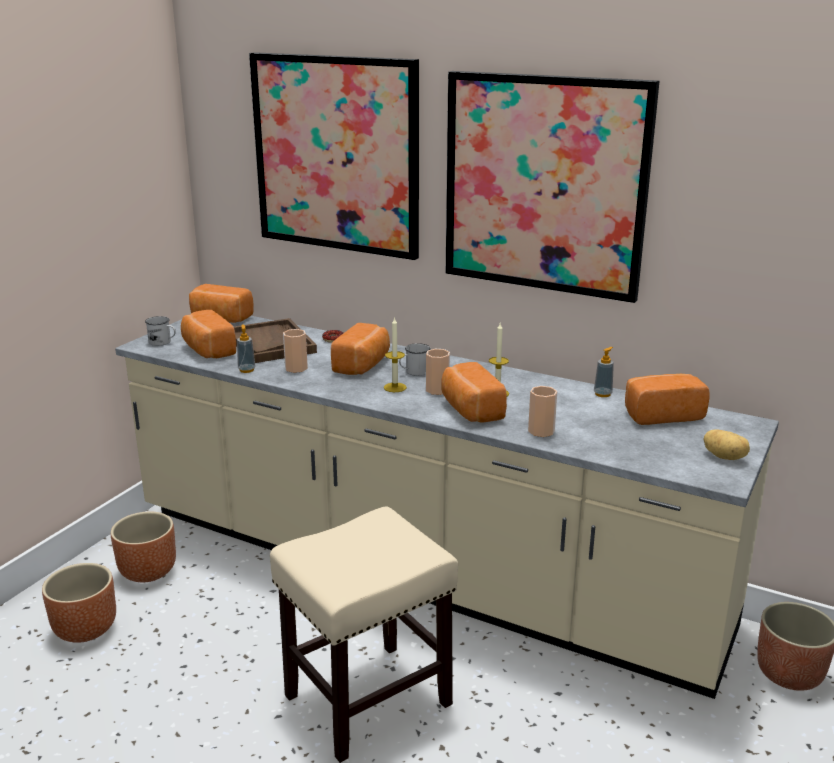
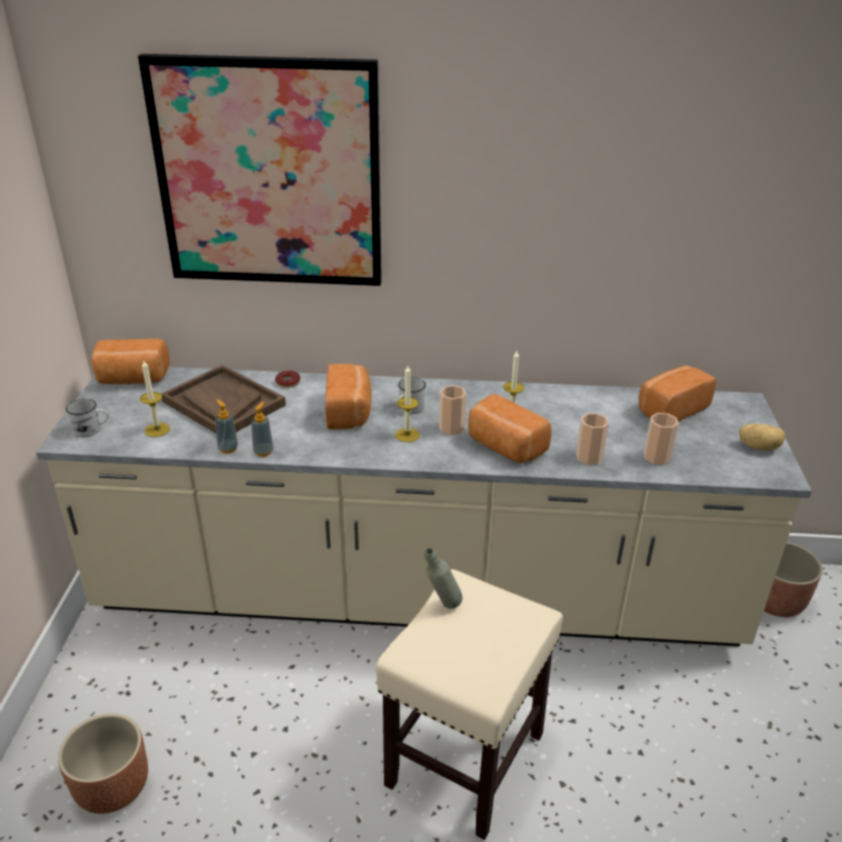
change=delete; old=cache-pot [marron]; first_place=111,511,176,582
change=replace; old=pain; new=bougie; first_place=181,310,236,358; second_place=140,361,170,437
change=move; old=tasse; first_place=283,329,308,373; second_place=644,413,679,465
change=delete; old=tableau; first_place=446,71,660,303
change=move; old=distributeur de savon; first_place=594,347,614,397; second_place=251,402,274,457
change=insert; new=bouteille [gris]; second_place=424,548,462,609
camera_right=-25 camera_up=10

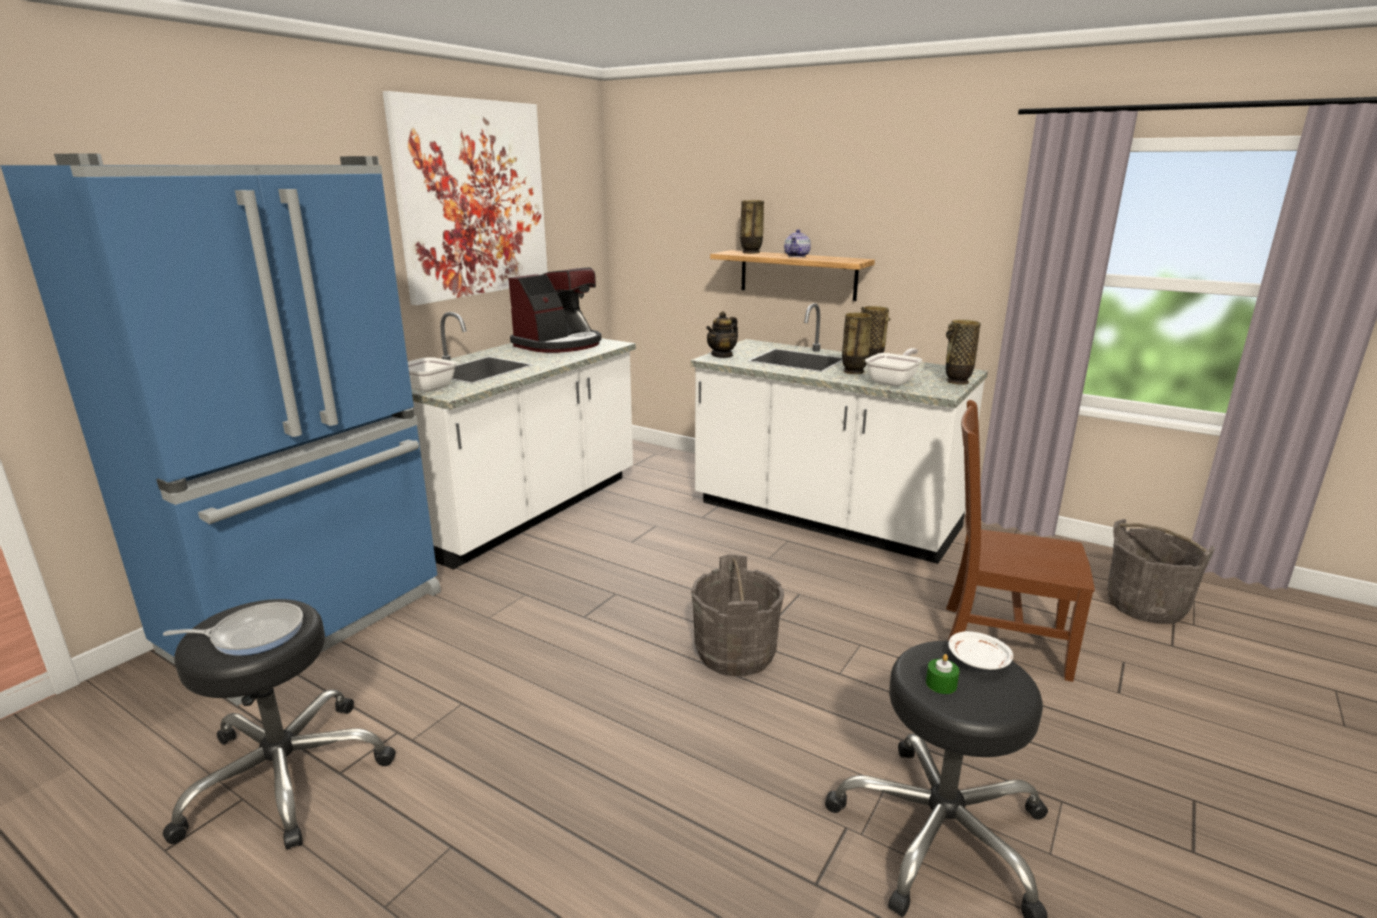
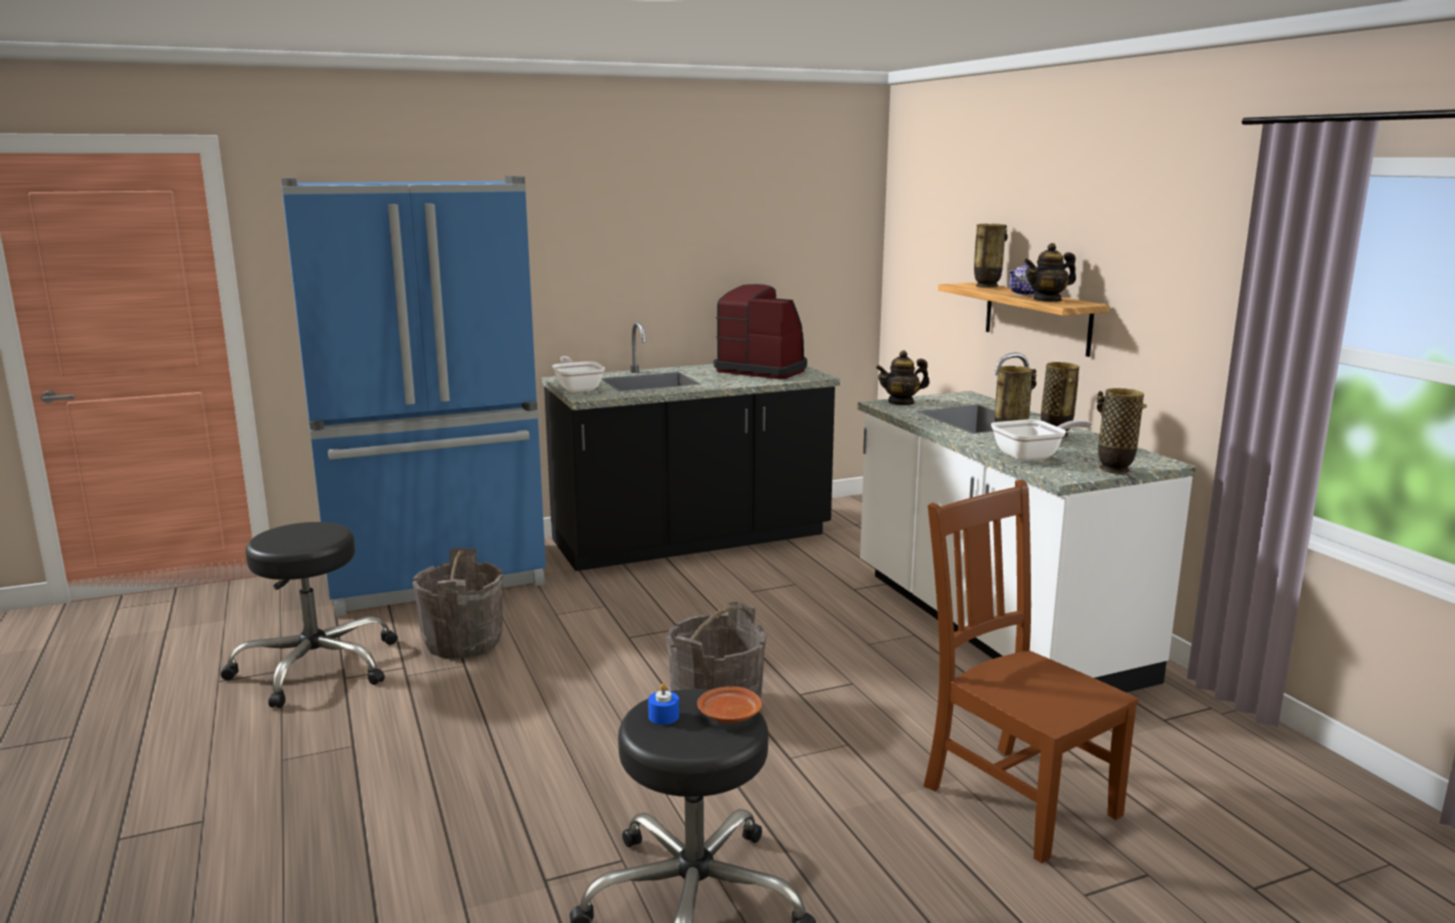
change=delete; old=poêle; first_place=163,602,303,656
change=delete; old=tableau; first_place=383,91,548,305
change=recolor; old=comptoir de cuisine [blanc]; new=comptoir de cuisine [noir]; first_place=411,312,636,570; second_place=542,322,840,571
change=rotate; old=machine à café; first_place=508,268,602,353; second_place=714,284,807,379; degrees=-135
change=recolor; old=bougie [vert]; new=bougie [bleu]; first_place=926,654,960,694; second_place=648,683,679,725
change=recolor; old=assiette [blanc]; new=assiette [marron]; first_place=948,631,1013,670; second_place=697,686,762,723
change=move; old=seau [gris]; first_place=1107,519,1215,624; second_place=412,548,503,658
change=insert; new=théière; second_place=1024,243,1076,302
camera_right=35 camera_up=-5

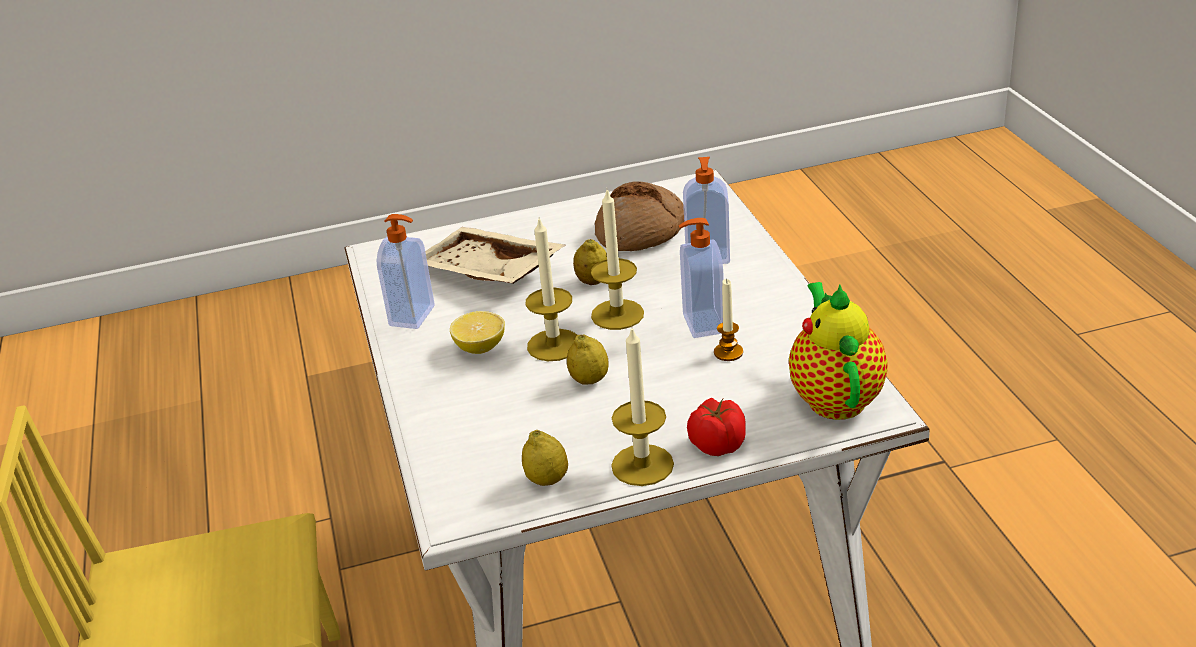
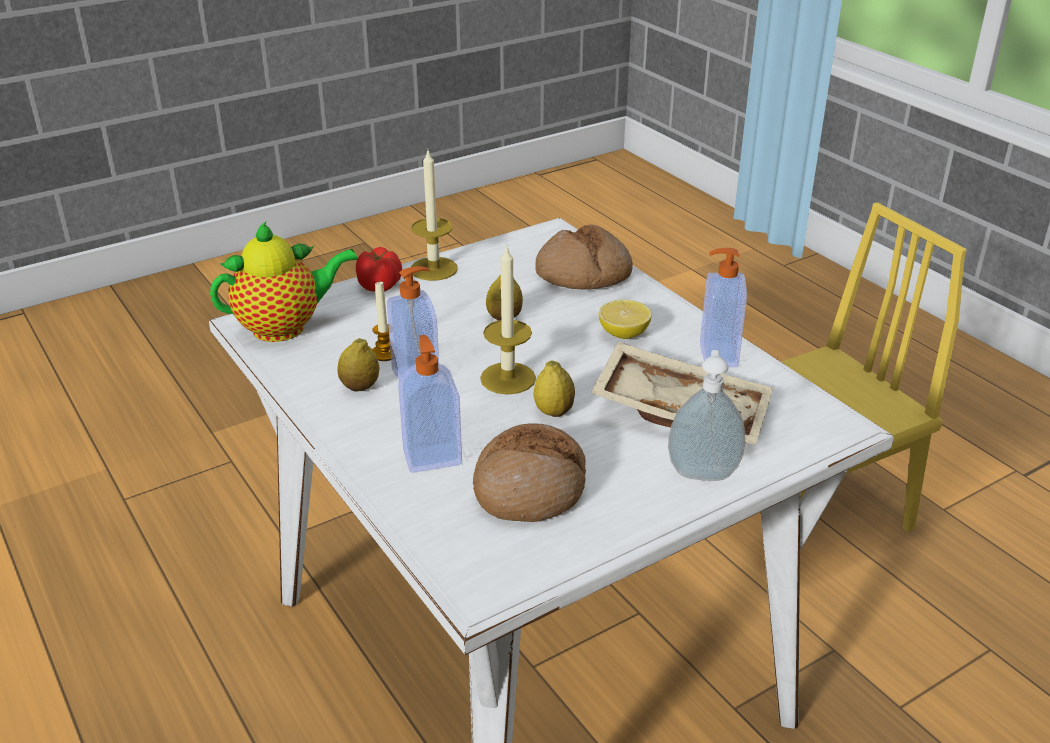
change=move; old=citron; first_place=522,430,568,486; second_place=337,338,379,391
change=delete; old=bougie; first_place=525,219,577,361
change=rotate; old=théière; first_place=789,282,888,420; second_place=210,221,358,342; degrees=-90
change=insert; new=pain; second_place=535,224,633,290
change=insert; new=distributeur de savon; second_place=668,350,745,481
camera_right=160 camera_up=0

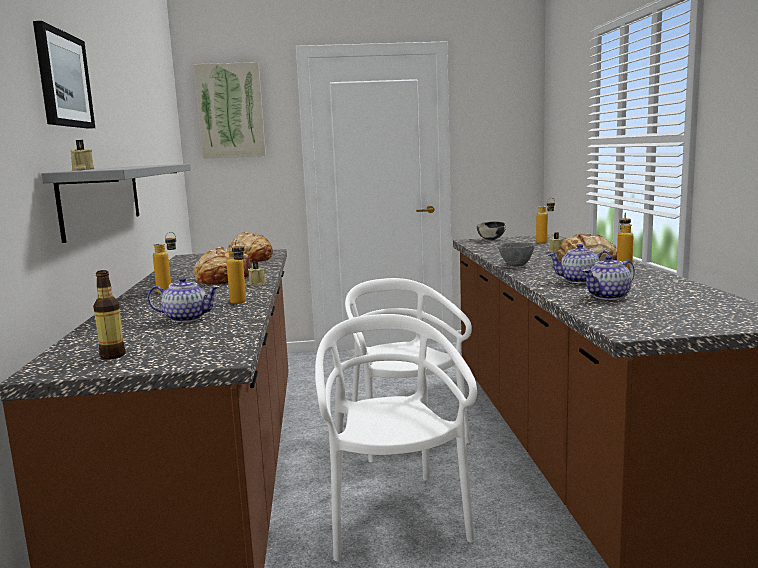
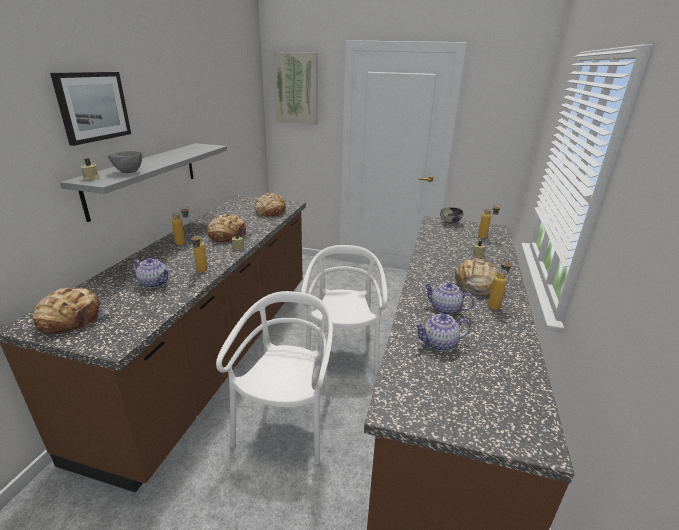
change=replace; old=bouteille; new=pain; first_place=93,270,126,359; second_place=33,287,109,335
change=move; old=bol [gris]; first_place=498,242,535,266; second_place=108,151,142,173
camera_right=20 camera_up=15

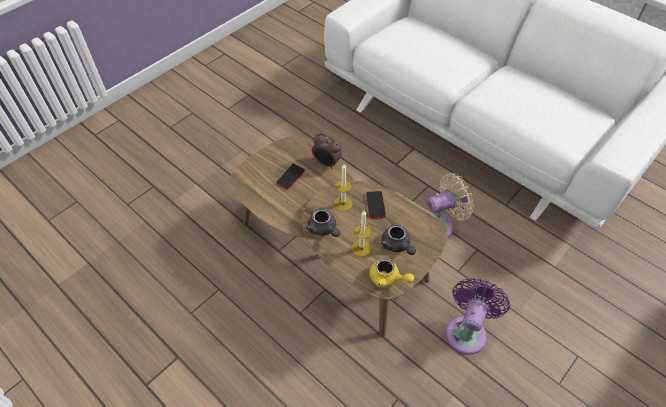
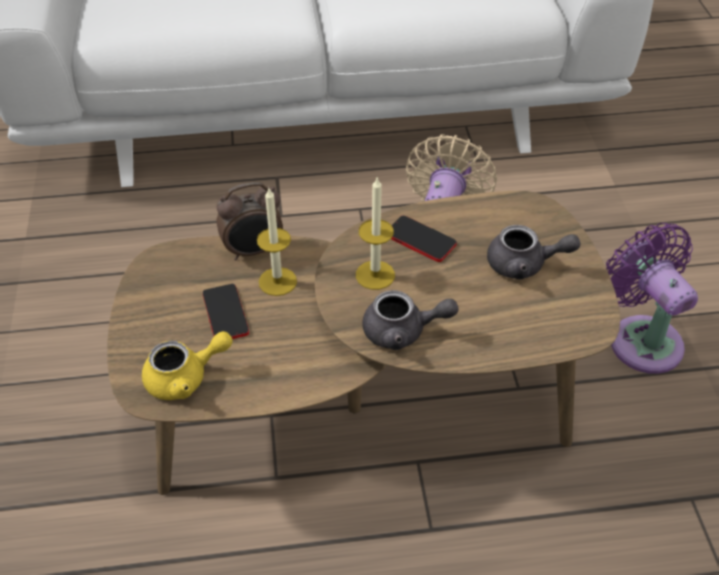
change=move; old=bougie; first_place=351,210,371,257; second_place=257,188,297,296
change=move; old=théière [jaune]; first_place=369,258,414,288; second_place=142,331,233,400
camera_right=-50 camera_up=-5

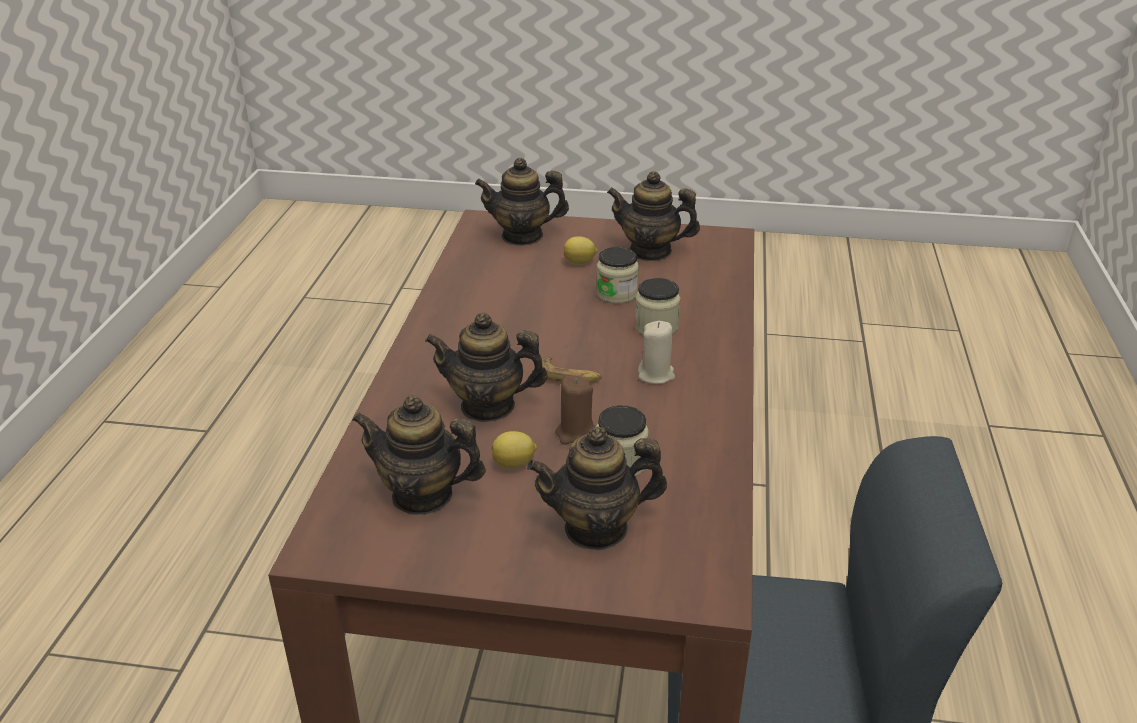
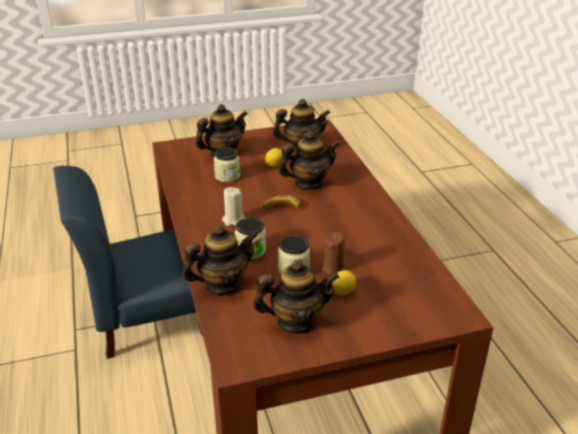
change=move; old=théière; first_place=475,158,569,246; second_place=183,225,258,295
change=move; old=bougie [marron]; first_place=555,376,595,445; second_place=320,232,345,275
camera_right=155 camera_up=0

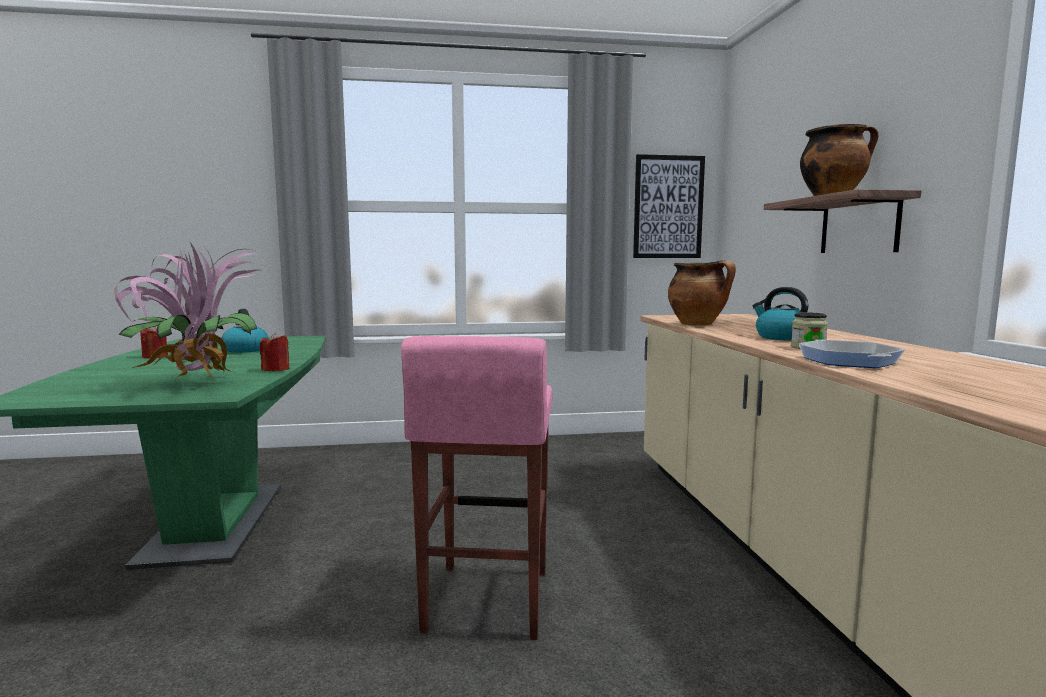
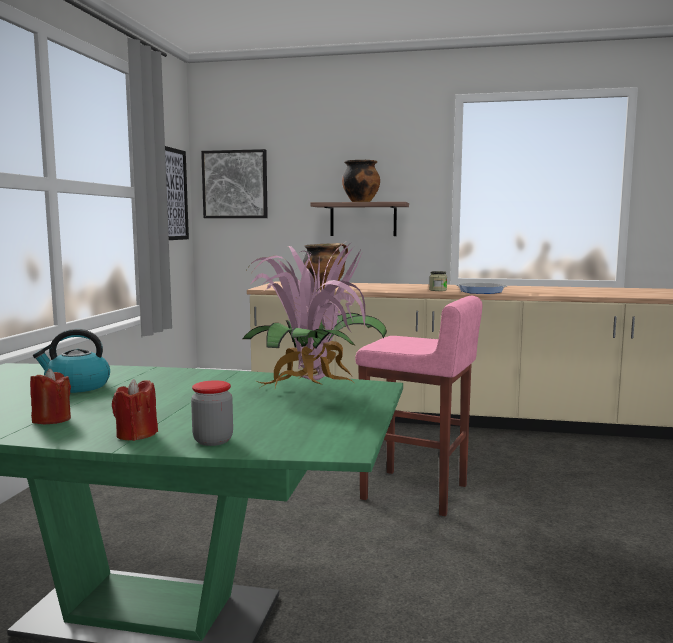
change=move; old=bougie [rouge]; first_place=260,332,289,371; second_place=112,379,158,441
change=delete; old=bouilloire; first_place=753,287,809,341
change=insert; new=bocal; second_place=191,380,233,446
change=insert; new=tableau; second_place=201,149,268,218
camera_right=-70 camera_up=0

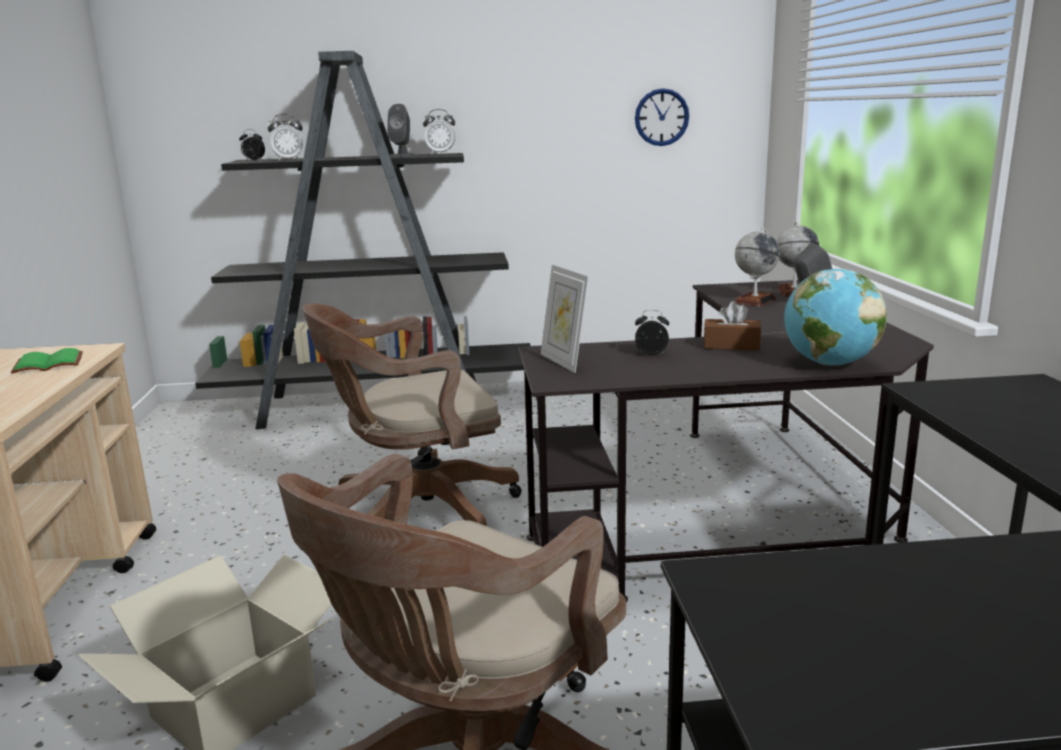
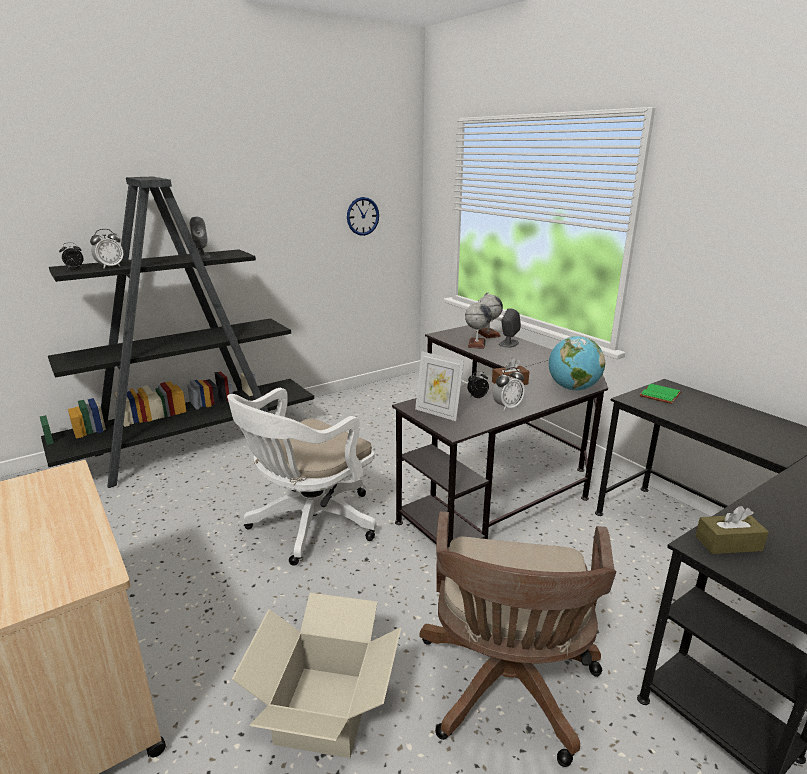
change=move; old=livre [vert]; first_place=11,348,83,373; second_place=639,384,681,404
change=recolor; old=chaise de bureau [marron]; new=chaise de bureau [blanc]; first_place=302,303,522,526; second_place=227,388,377,566
change=move; old=réveil; first_place=423,109,455,154; second_place=493,367,525,411
change=insert; new=boîte à mouchoirs [marron]; second_place=695,506,769,554
camera_right=-30 camera_up=5

